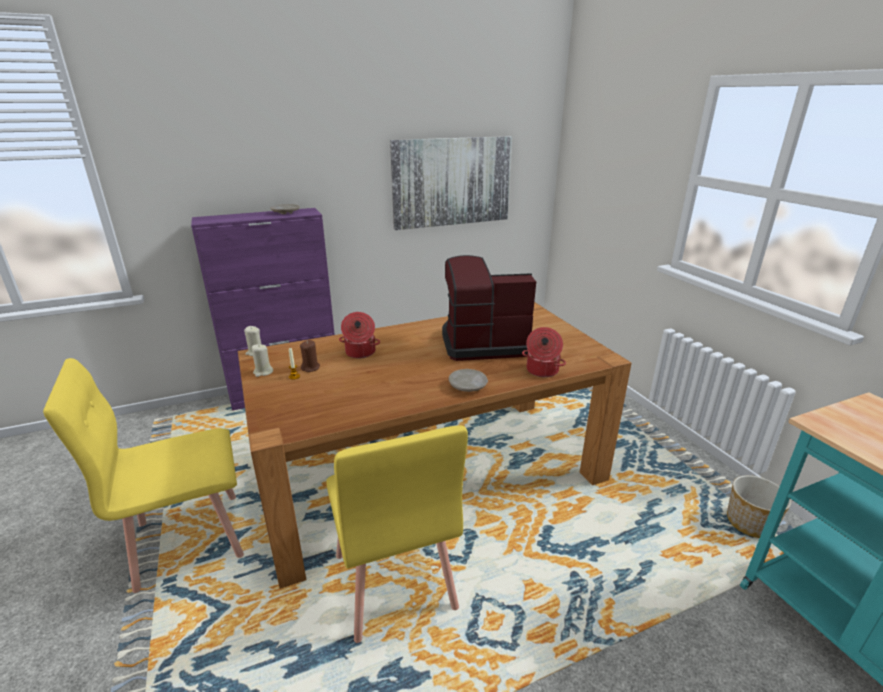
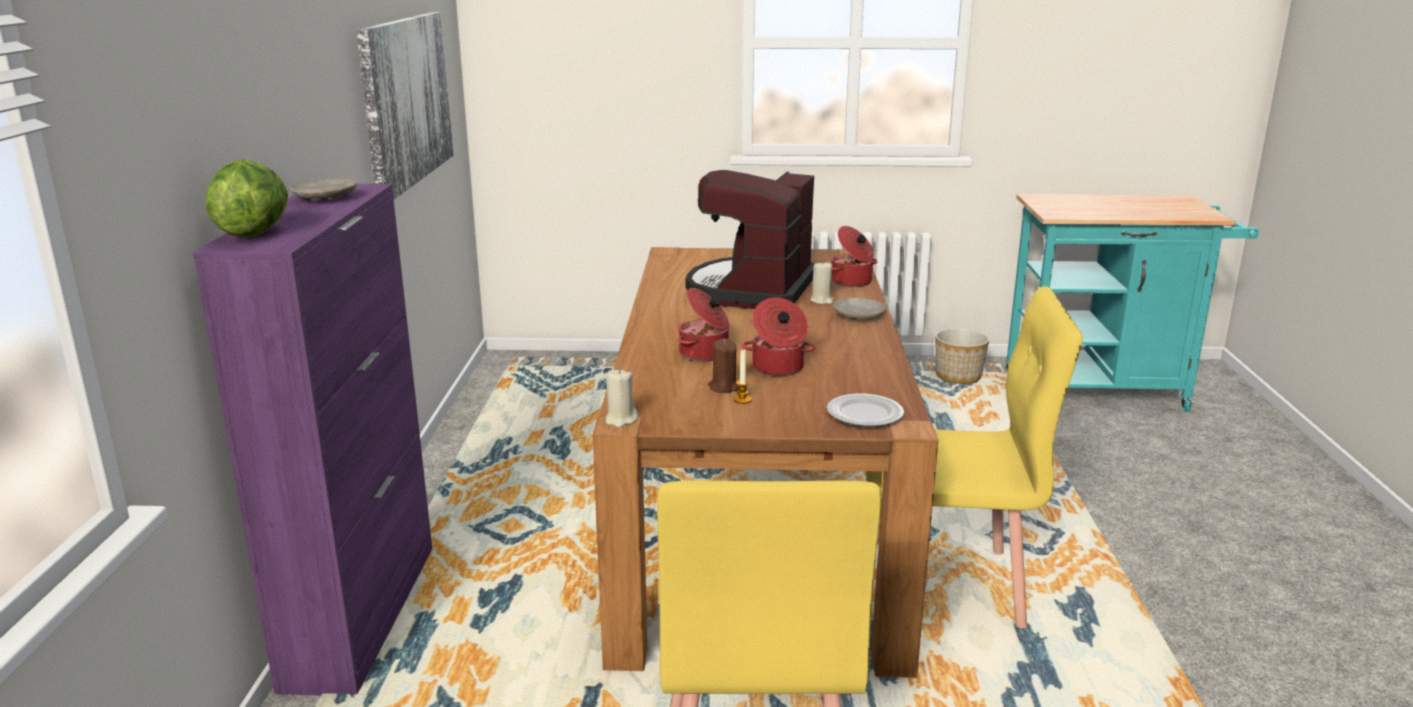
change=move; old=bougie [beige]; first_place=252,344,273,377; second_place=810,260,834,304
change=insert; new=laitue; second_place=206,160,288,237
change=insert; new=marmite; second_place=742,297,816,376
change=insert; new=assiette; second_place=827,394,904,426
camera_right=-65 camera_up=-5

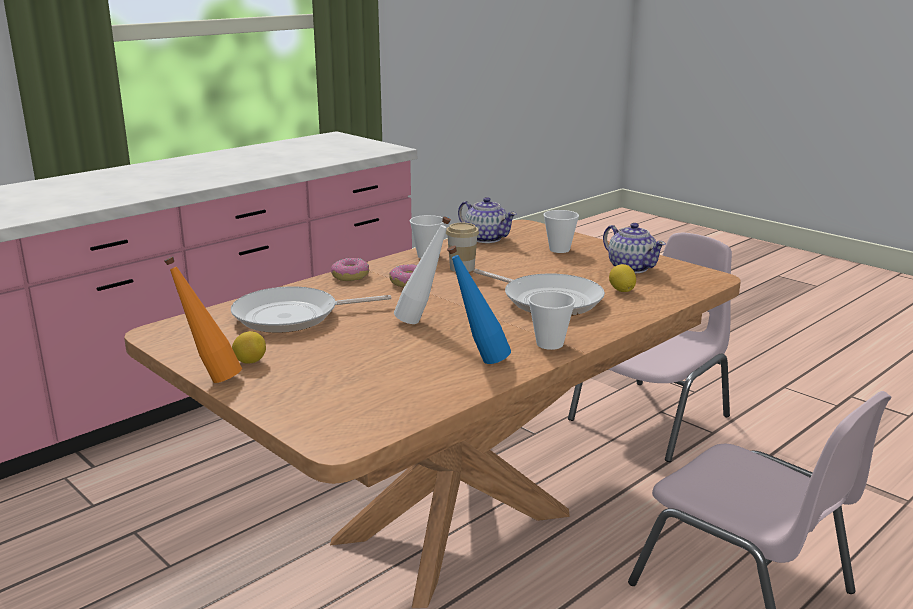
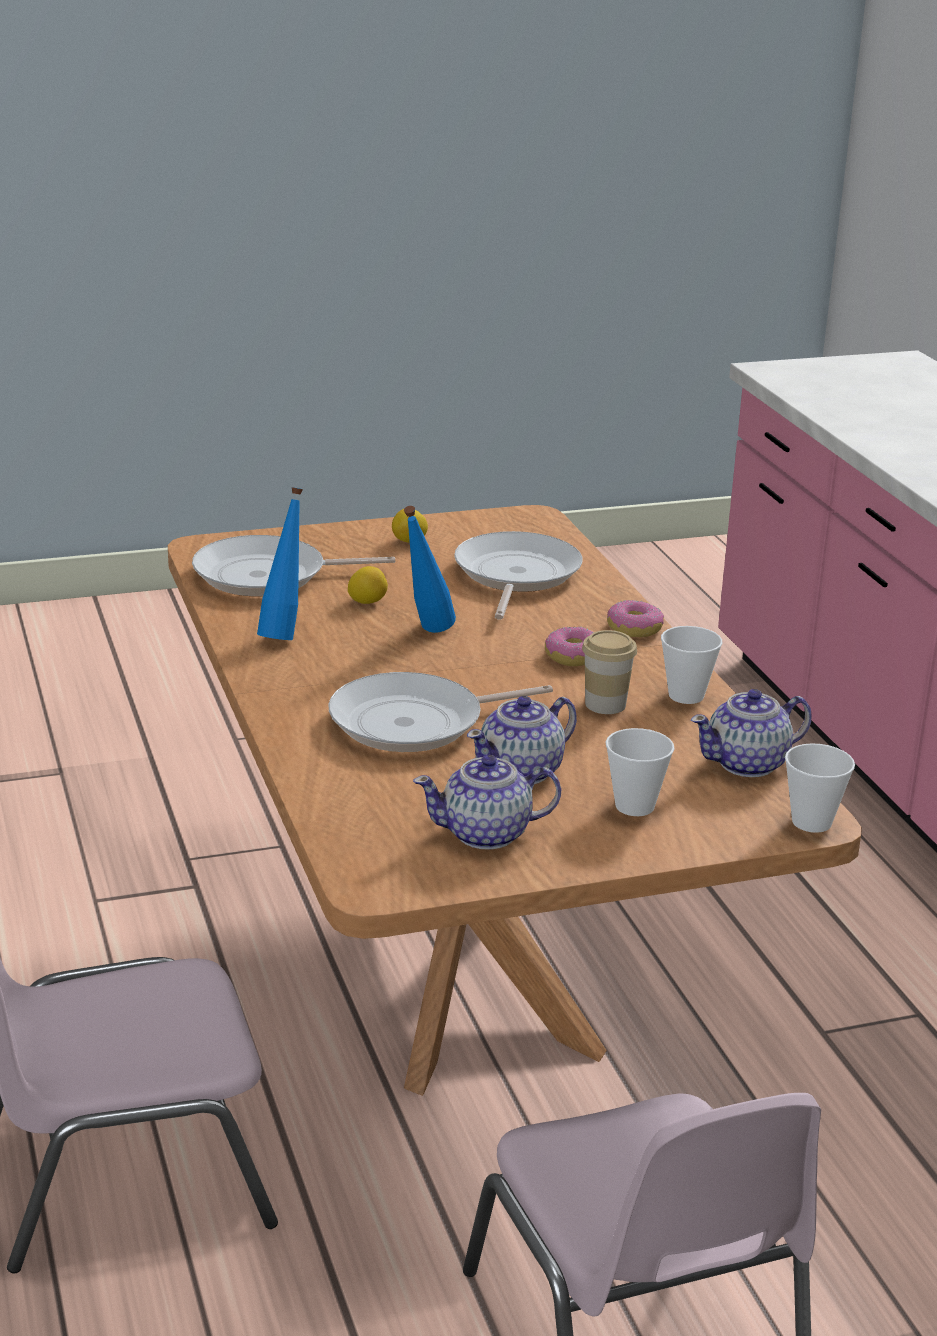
change=delete; old=bouteille [orange]; first_place=164,257,242,383
change=recolor; old=bouteille [blanc]; new=bouteille [bleu]; first_place=394,217,451,324; second_place=404,506,456,633
change=move; old=tasse; first_place=528,291,575,350; second_place=785,743,855,833
change=move; old=citron; first_place=609,264,636,292; second_place=348,566,388,604
change=insert; new=poêle; second_place=192,535,395,596
change=insert; new=théière; second_place=467,696,577,784
camera_right=115 camera_up=5

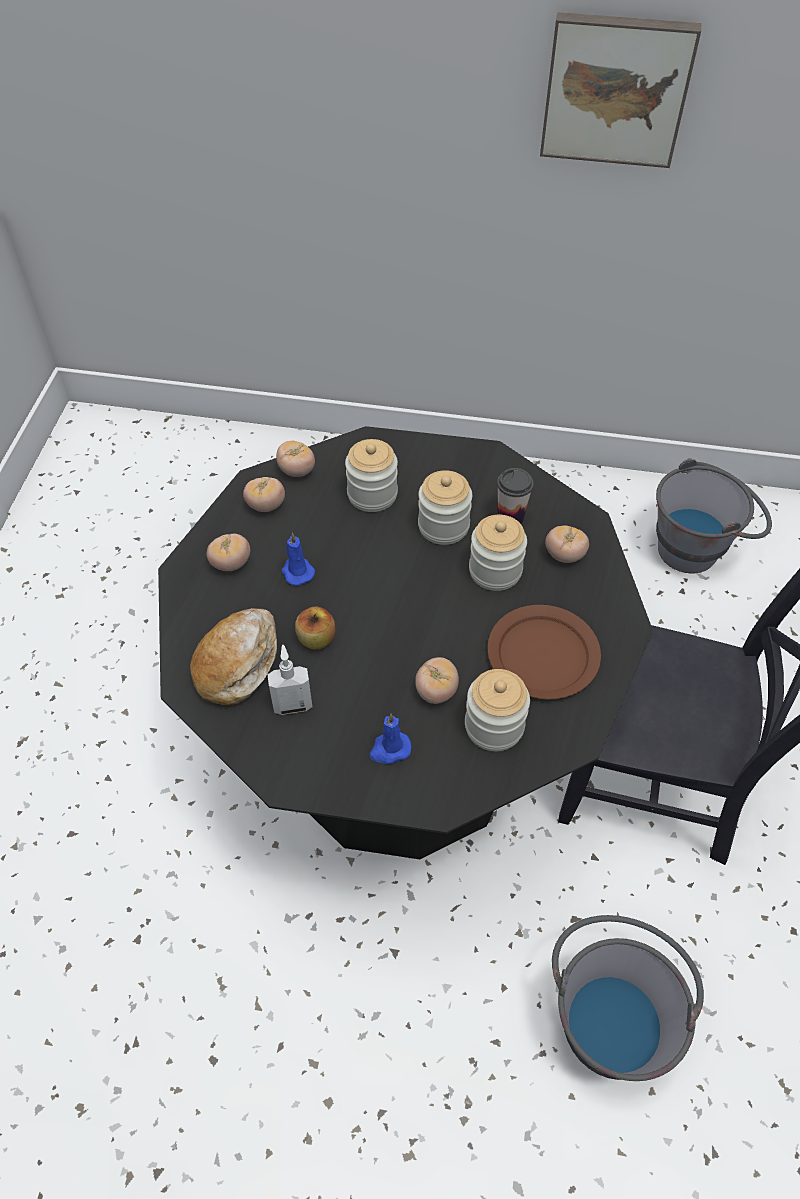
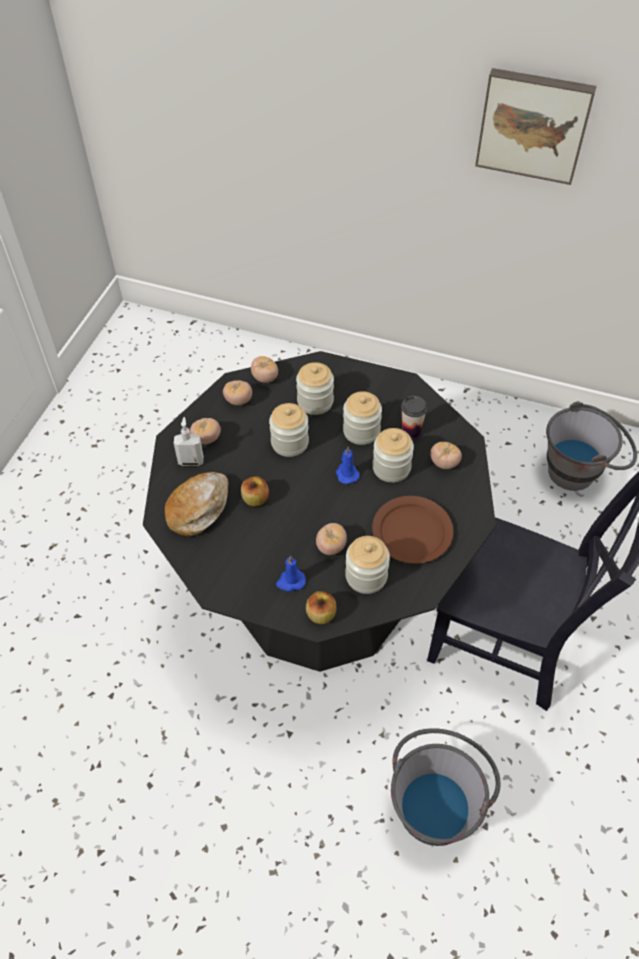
change=move; old=distributeur de savon; first_place=268,645,313,715; second_place=174,417,204,466
change=move; old=bougie [bleu]; first_place=282,532,315,586; second_place=336,447,360,484
change=insert; new=bocal; second_place=269,403,309,457
change=insert; new=pomme; second_place=306,591,337,624
camera_right=10 camera_up=0

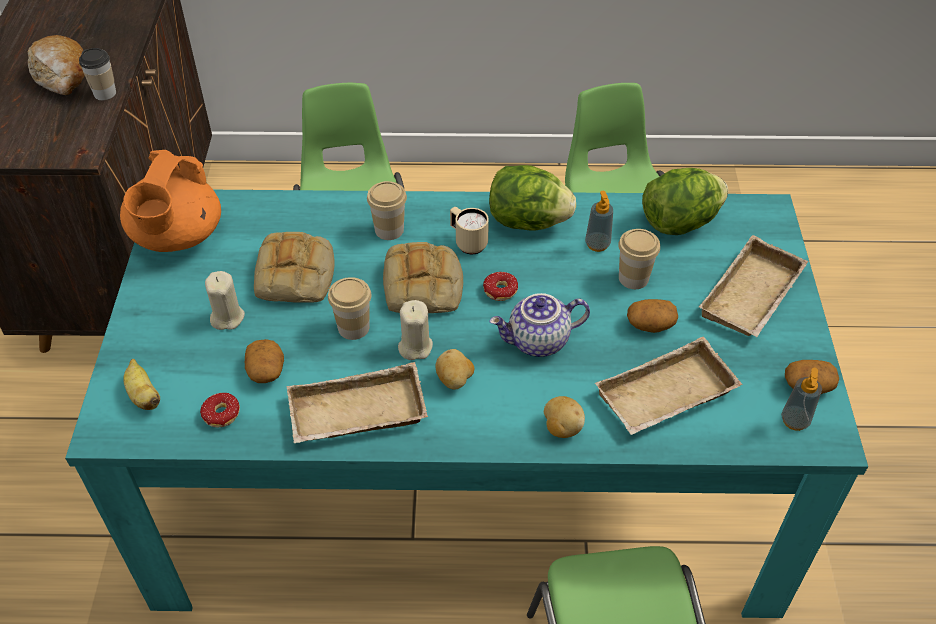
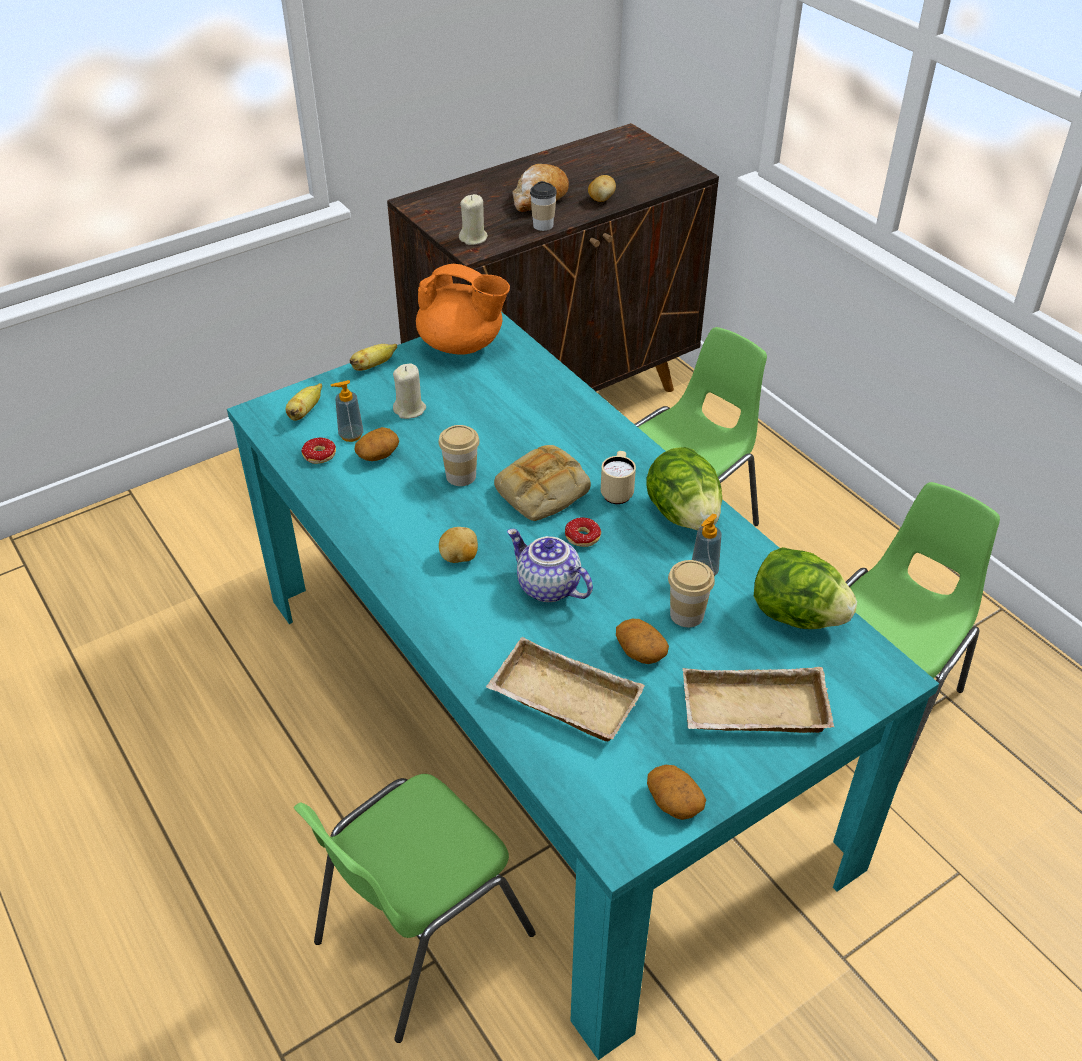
change=rotate; old=théière [orange]; first_place=120,150,221,252; second_place=416,264,510,355; degrees=-135
change=delete; old=pain; first_place=254,232,335,303
change=delete; old=plateau [beige]; first_place=287,362,428,443
change=delete; old=tasse; first_place=367,181,407,240
change=move; old=bougie [beige]; first_place=398,300,433,360; second_place=459,194,488,245
change=move; old=pomme de terre; first_place=544,396,585,438; second_place=588,175,616,202
change=move; old=distributeur de savon; first_place=781,368,822,431; second_place=331,380,363,442
change=insert; new=banane; second_place=350,344,397,371
camera_right=55 camera_up=-5

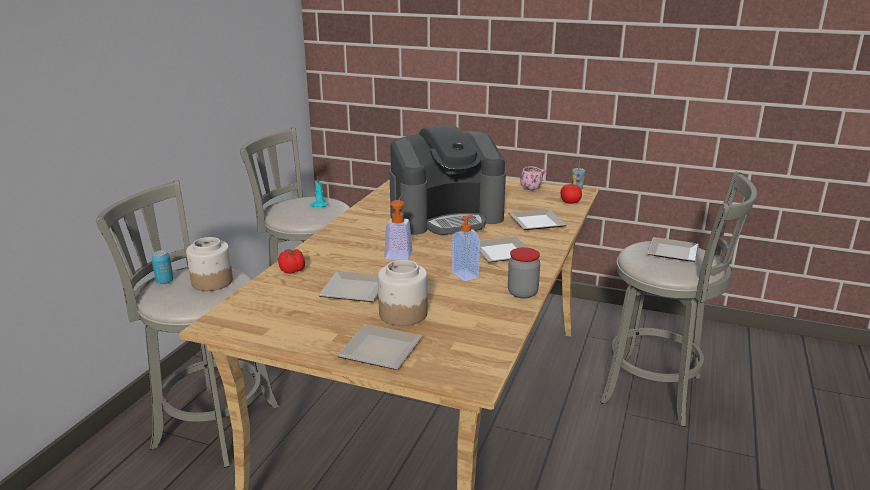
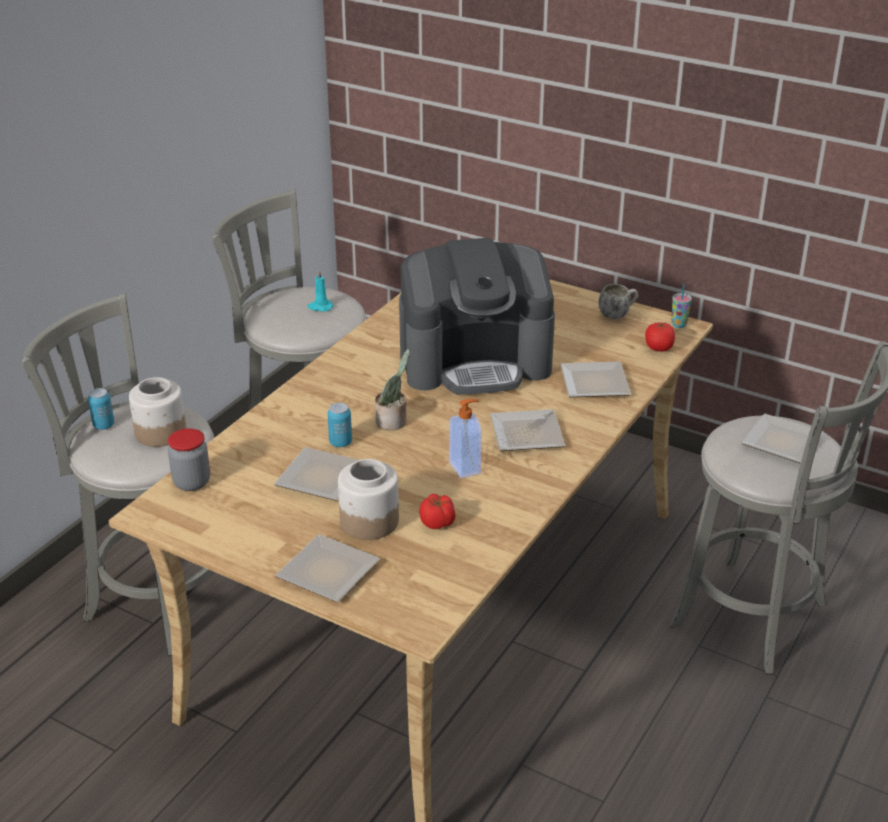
change=move; old=tomate; first_place=278,249,305,274; second_place=419,494,456,529
change=replace; old=distributeur de savon; new=plante en pot; first_place=384,196,413,260; second_place=375,349,410,430
change=move; old=bocal; first_place=508,247,540,299; second_place=168,428,210,491
change=recolor; old=mug [rose]; new=mug [blanc]; first_place=520,166,547,190; second_place=599,284,639,319
change=insert; new=boîte métallique; second_place=328,403,352,447
camera_right=10 camera_up=10

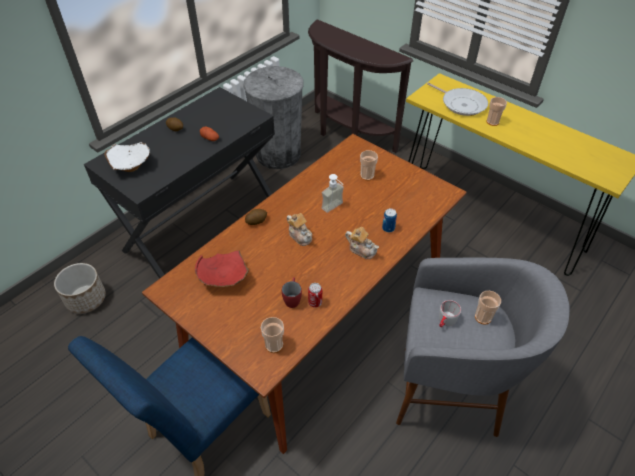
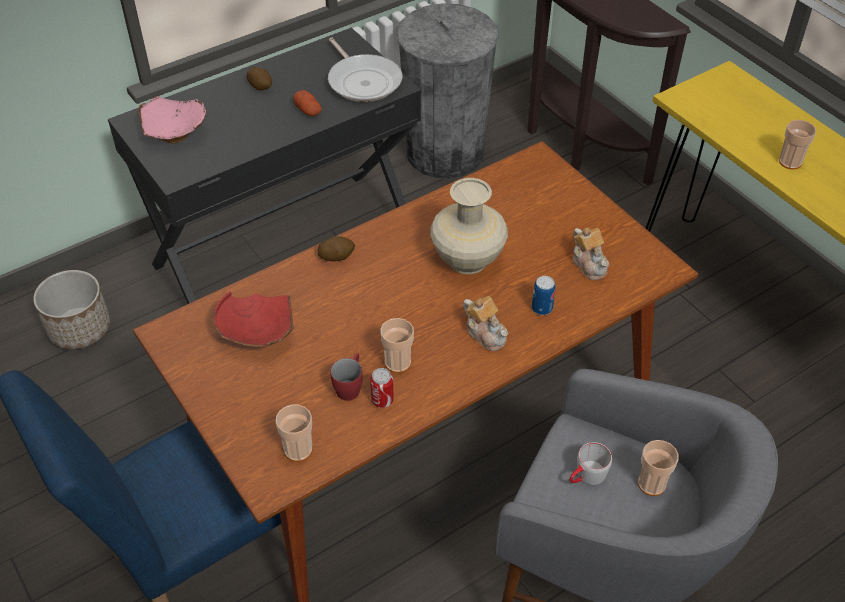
change=recolor; old=bol [blanc]; new=bol [rose]; first_place=104,142,150,172; second_place=138,96,206,143
change=move; old=théière; first_place=287,213,312,246; second_place=572,227,609,280
change=replace; old=distributeur de savon; new=vase [beige]; first_place=322,174,344,213; second_place=430,178,508,274
change=move; old=tasse; first_place=360,150,378,181; second_place=380,318,414,373
change=move; old=poêle; first_place=427,82,488,116; second_place=328,38,402,102
camera_right=15 camera_up=0

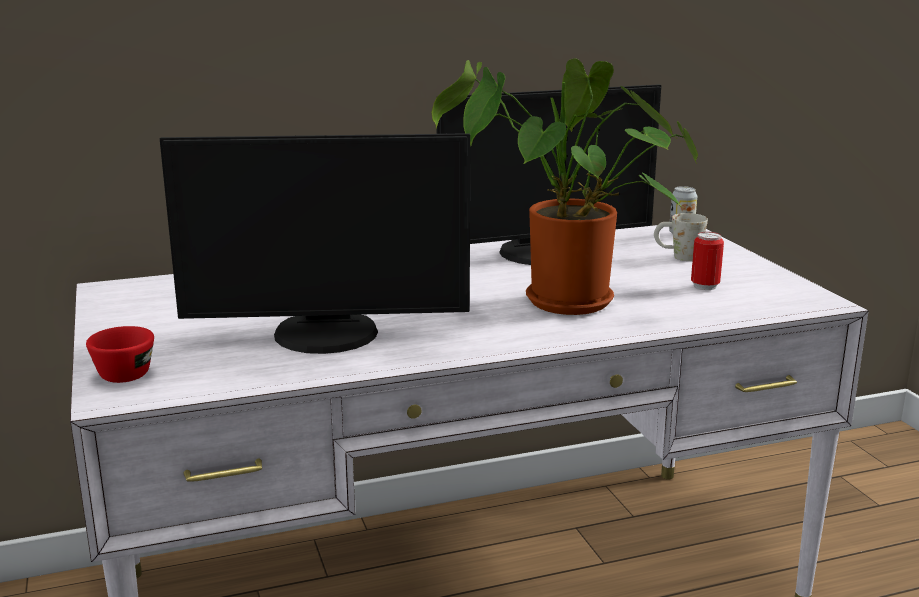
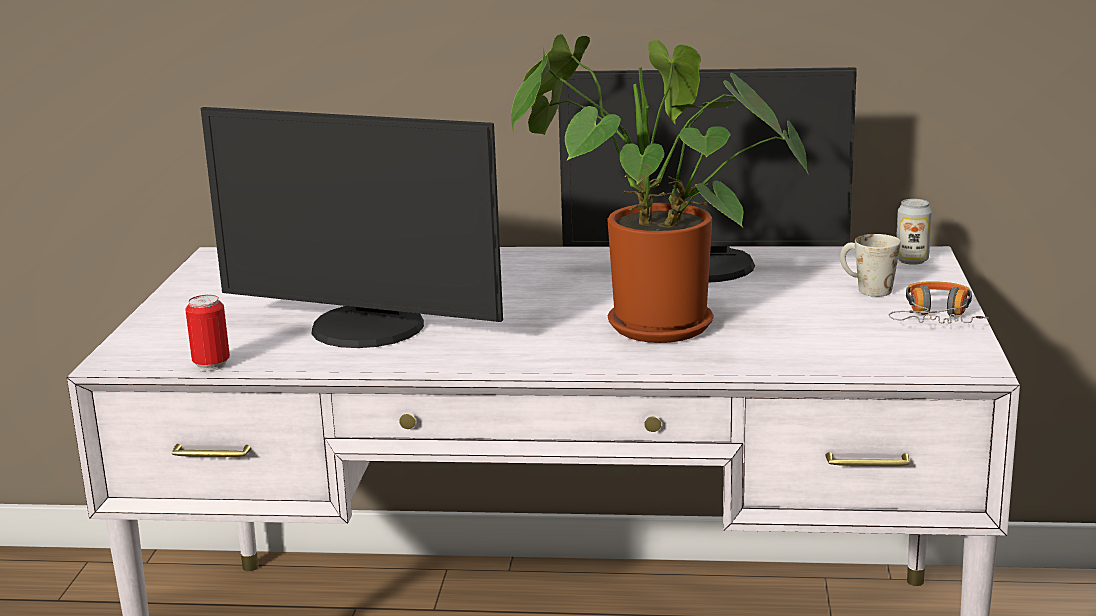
change=delete; old=tasse [rouge]; first_place=86,326,154,383
change=move; old=boîte métallique; first_place=691,232,724,290; second_place=185,295,230,371
change=insert; new=casque audio; second_place=889,281,989,324
camera_right=25 camera_up=0

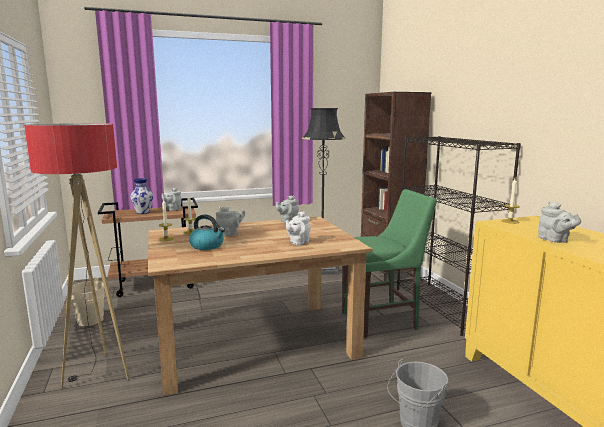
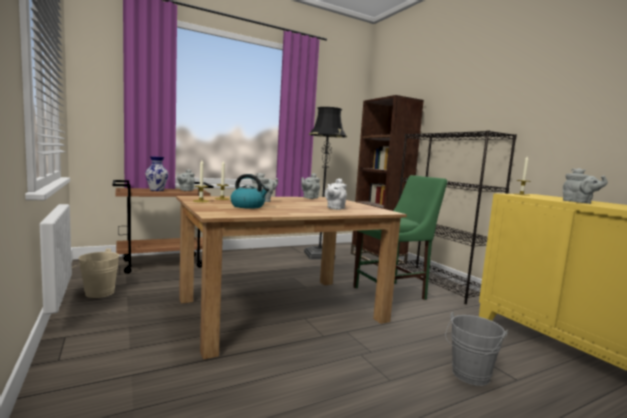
change=delete; old=lampadaire; first_place=24,123,130,389
camera_right=-10 camera_up=-5

